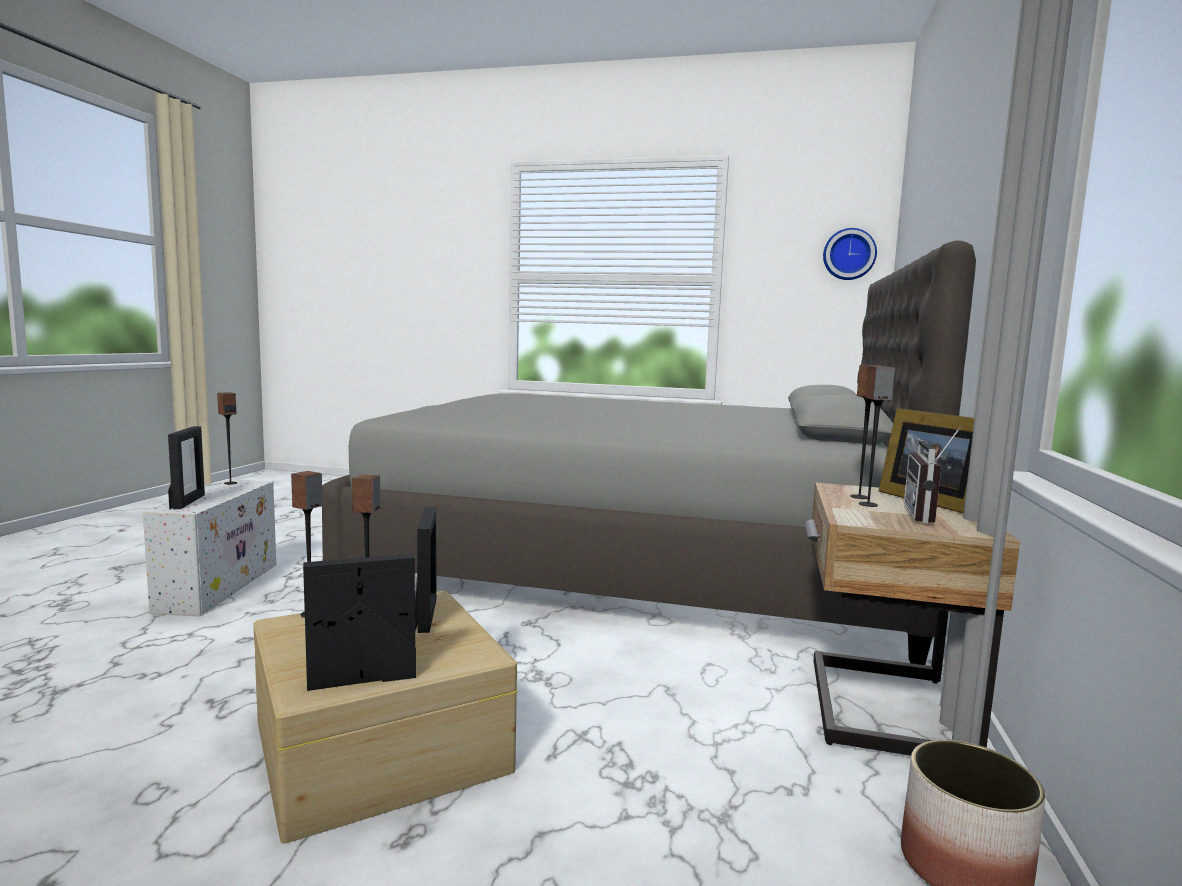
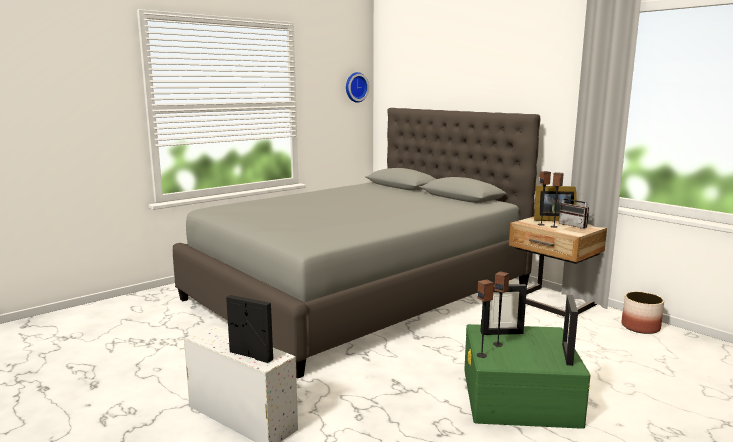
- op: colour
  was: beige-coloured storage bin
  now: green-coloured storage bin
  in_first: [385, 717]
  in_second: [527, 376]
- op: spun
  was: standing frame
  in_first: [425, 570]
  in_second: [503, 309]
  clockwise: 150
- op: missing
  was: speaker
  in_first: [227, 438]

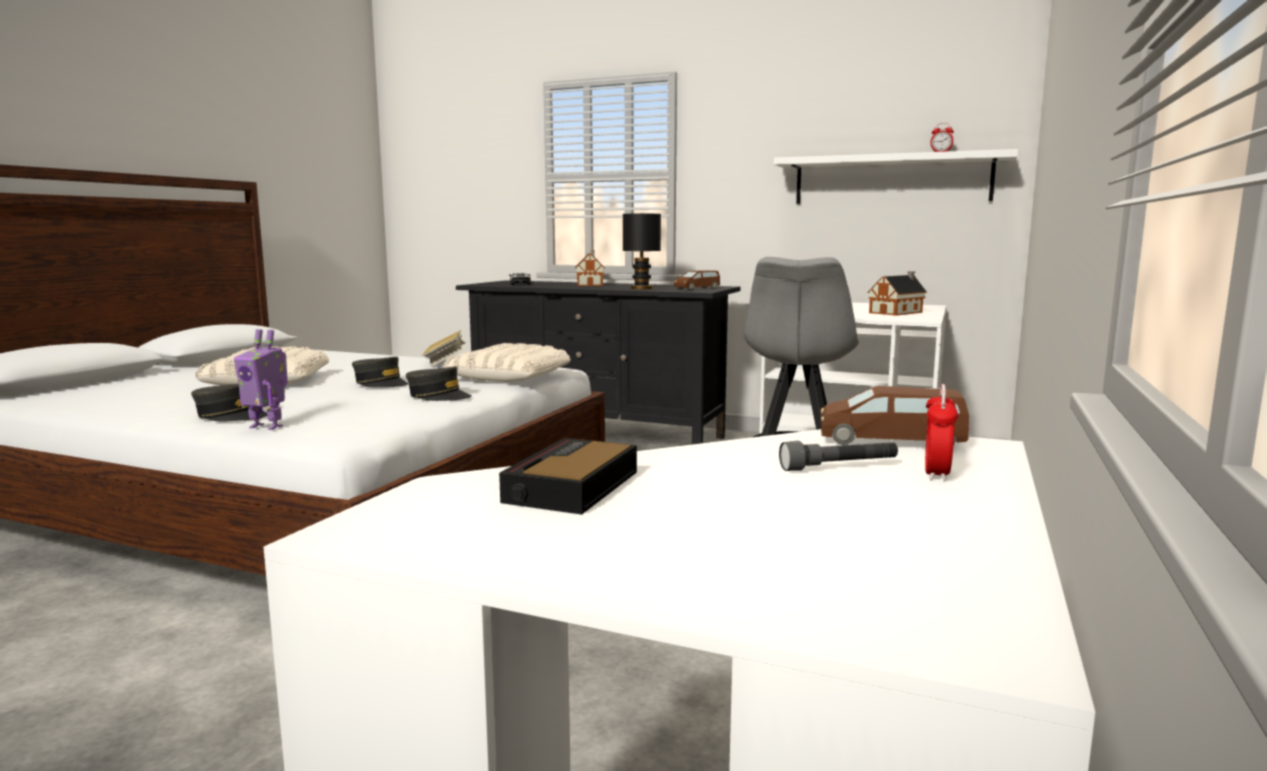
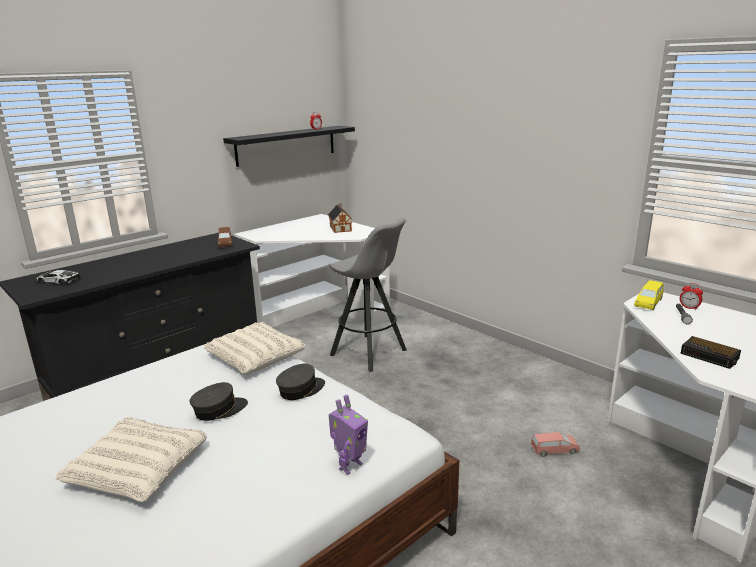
- op: colour
  was: white bracket shelf
  now: blackish bracket shelf
  in_first: [896, 176]
  in_second: [289, 146]
- op: appeared
  now: pinkish miniature car
  in_second: [555, 444]
- op: colour
  was: brown miniature car
  now: yellow-coloured miniature car
  in_first: [895, 416]
  in_second: [649, 295]
- op: missing
  was: greyish baseball cap
  in_first: [229, 402]
- op: missing
  was: book
  in_first: [443, 348]
- op: missing
  was: miniature house
  in_first: [590, 268]
- op: missing
  was: blackish tabletop lamp
  in_first: [642, 251]

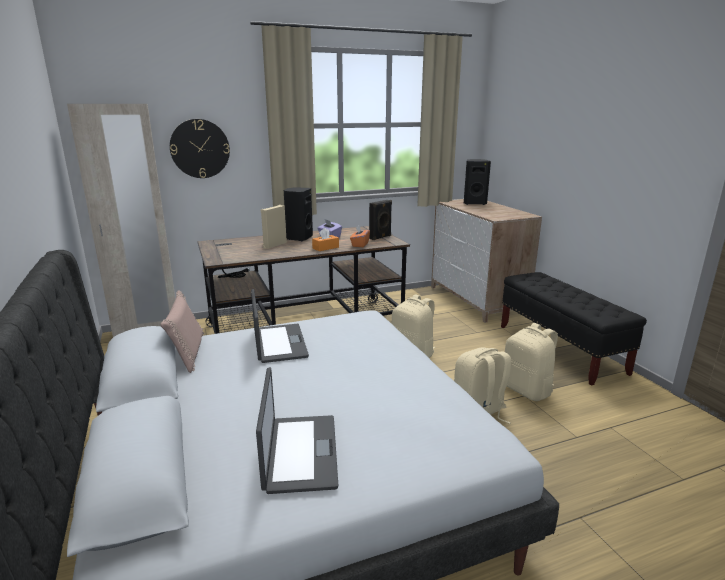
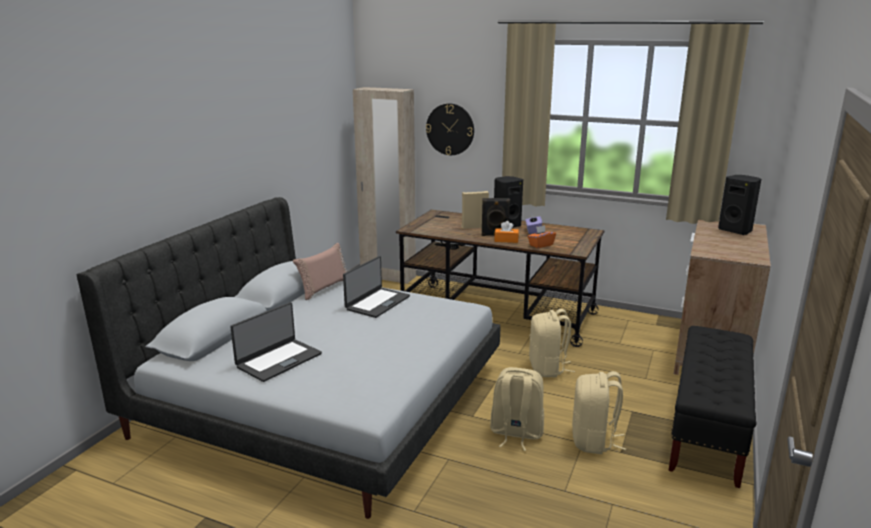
- op: relocated
  was: blackish speaker
  in_first: [380, 220]
  in_second: [496, 217]

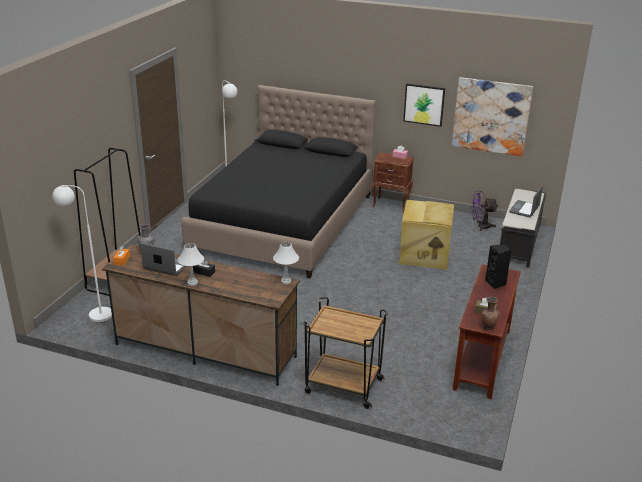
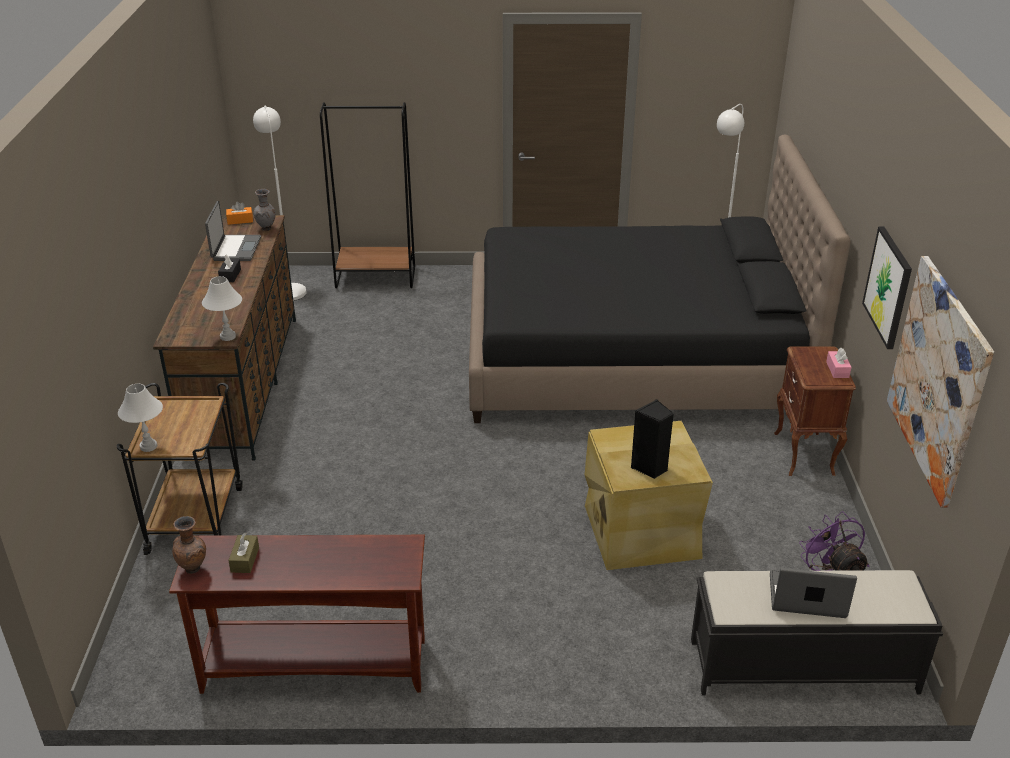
- op: relocated
  was: white tabletop lamp
  in_first: [191, 264]
  in_second: [140, 418]
- op: relocated
  was: blackish speaker
  in_first: [498, 266]
  in_second: [652, 439]

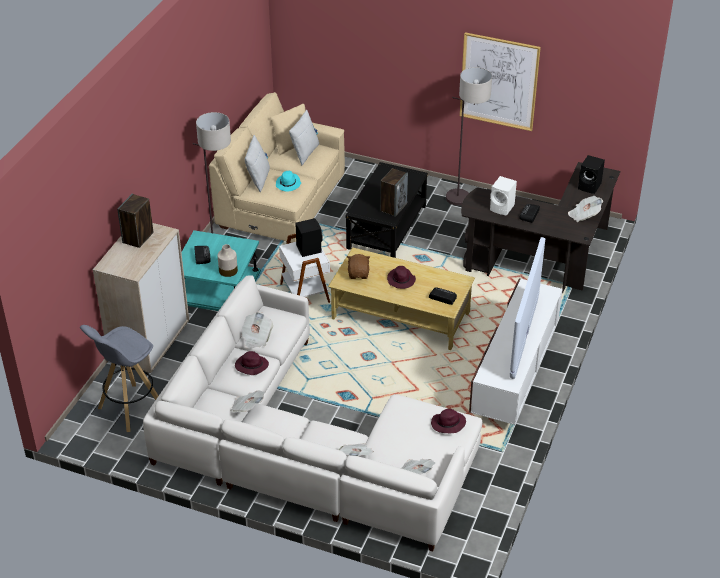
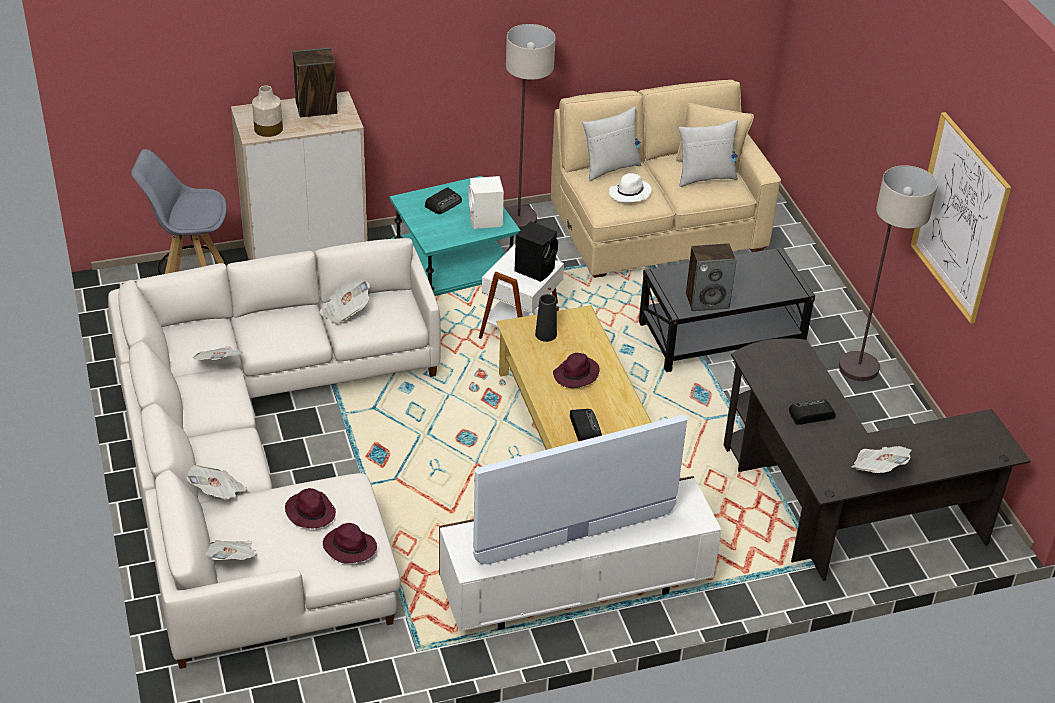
- op: relocated
  was: beige-coloured decorative vase
  in_first: [228, 260]
  in_second: [267, 111]
- op: relocated
  was: purplish hat
  in_first: [252, 363]
  in_second: [310, 508]
- op: relocated
  was: white speaker
  in_first: [503, 196]
  in_second: [486, 202]
- op: exchanged
  was: brown soft toy
  now: blackish decorative vase
  in_first: [358, 266]
  in_second: [546, 318]
- op: colour
  was: turquoise hat
  now: white hat
  in_first: [288, 181]
  in_second: [630, 188]
- op: missing
  was: blackish speaker
  in_first: [591, 174]

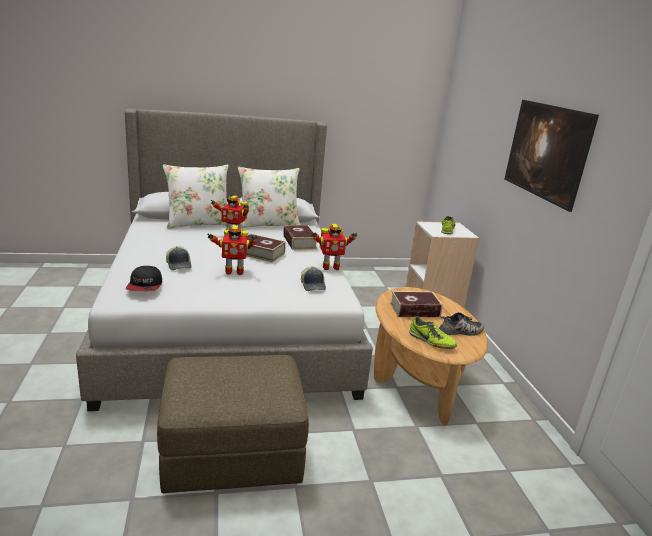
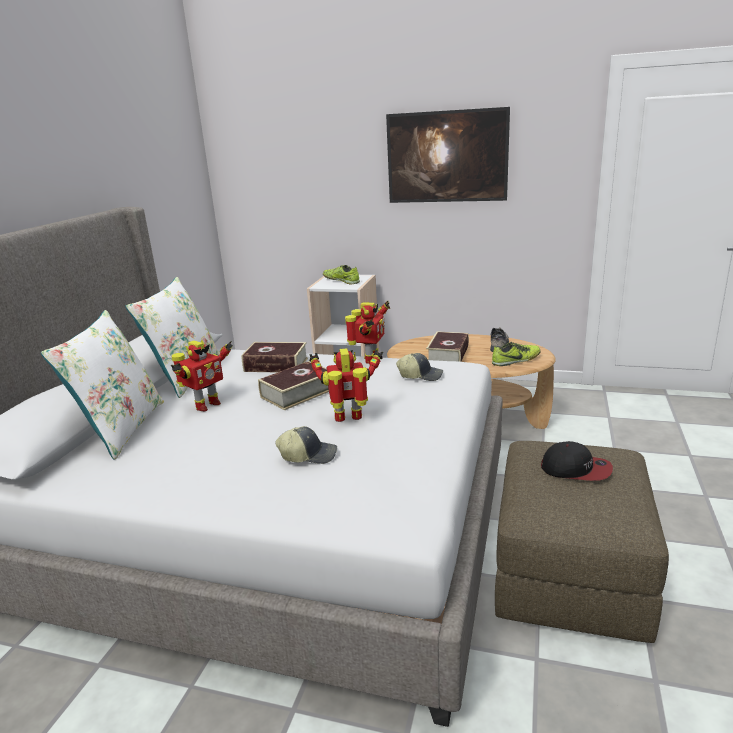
- op: spun
  was: robot figure
  in_first: [232, 250]
  in_second: [346, 385]
  clockwise: -120
- op: relocated
  was: baseball cap
  in_first: [144, 278]
  in_second: [577, 461]

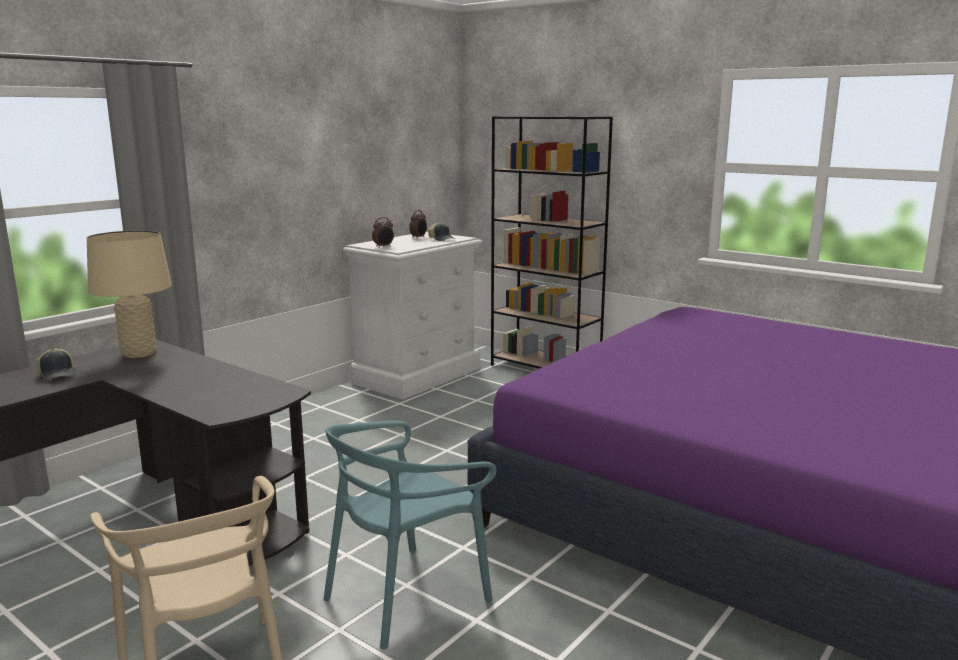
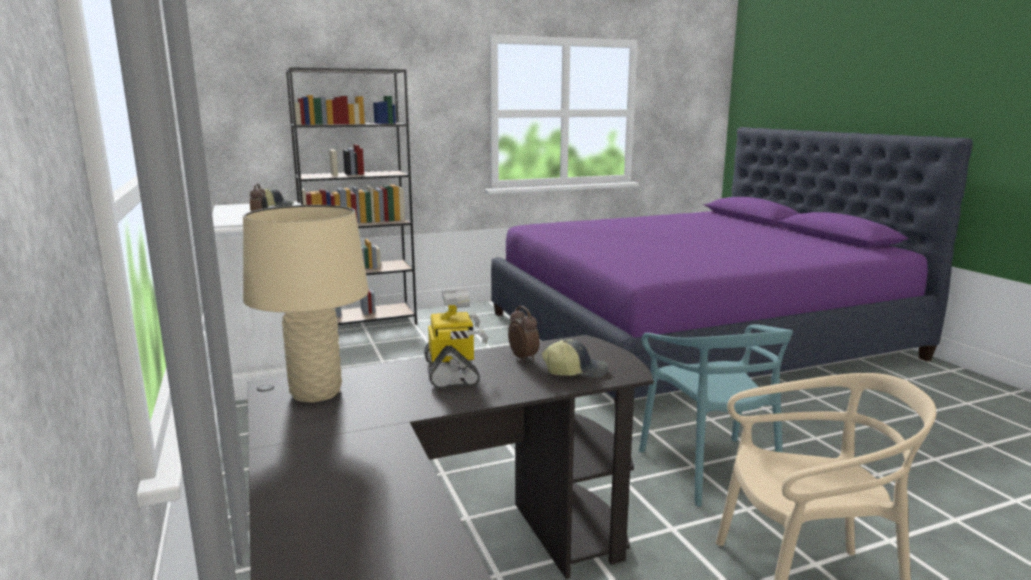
- op: appeared
  now: robot figure
  in_second: [456, 339]
- op: relocated
  was: bedside clock
  in_first: [418, 224]
  in_second: [524, 334]
- op: relocated
  was: baseball cap
  in_first: [56, 365]
  in_second: [575, 358]

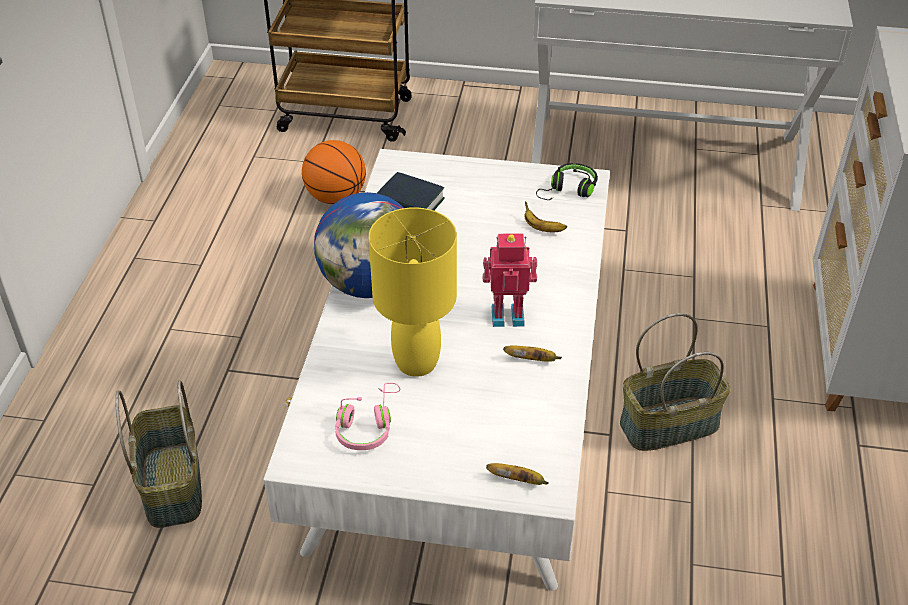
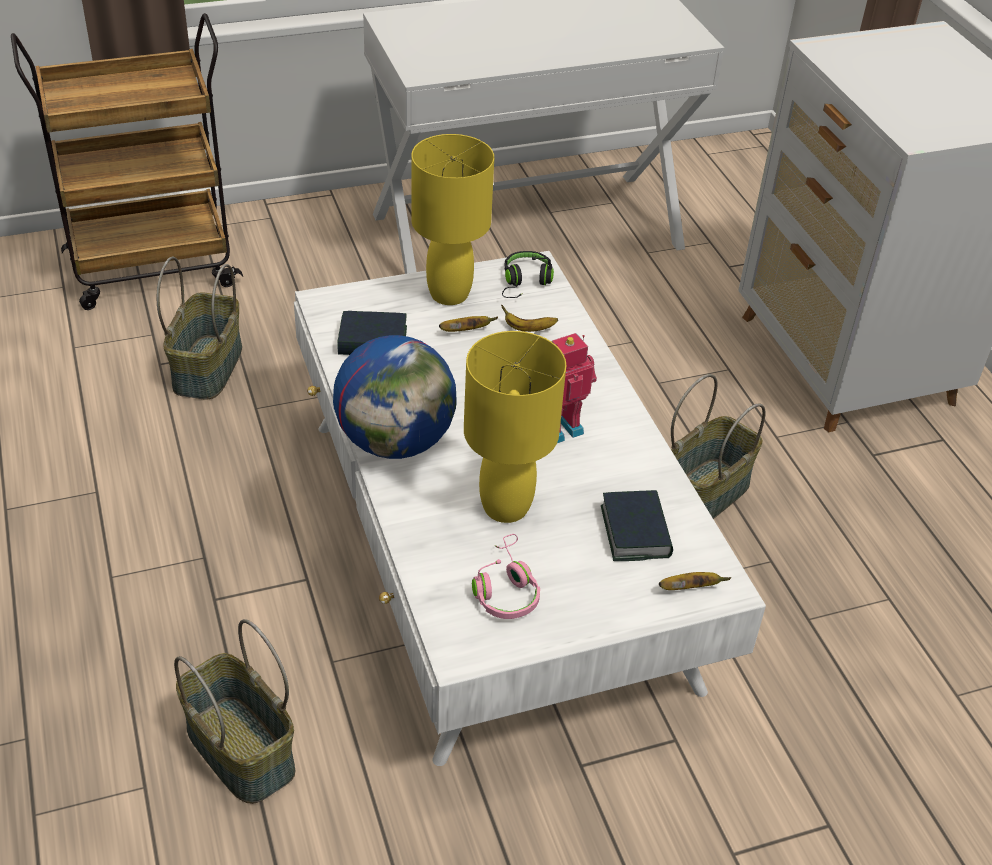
- op: exchanged
  was: basketball ball
  now: storage basket
  in_first: [334, 172]
  in_second: [199, 328]
- op: appeared
  now: yellow-coloured tabletop lamp
  in_second: [452, 219]
- op: relocated
  was: banana fruit
  in_first: [532, 353]
  in_second: [468, 324]
- op: appeared
  now: book
  in_second: [637, 525]

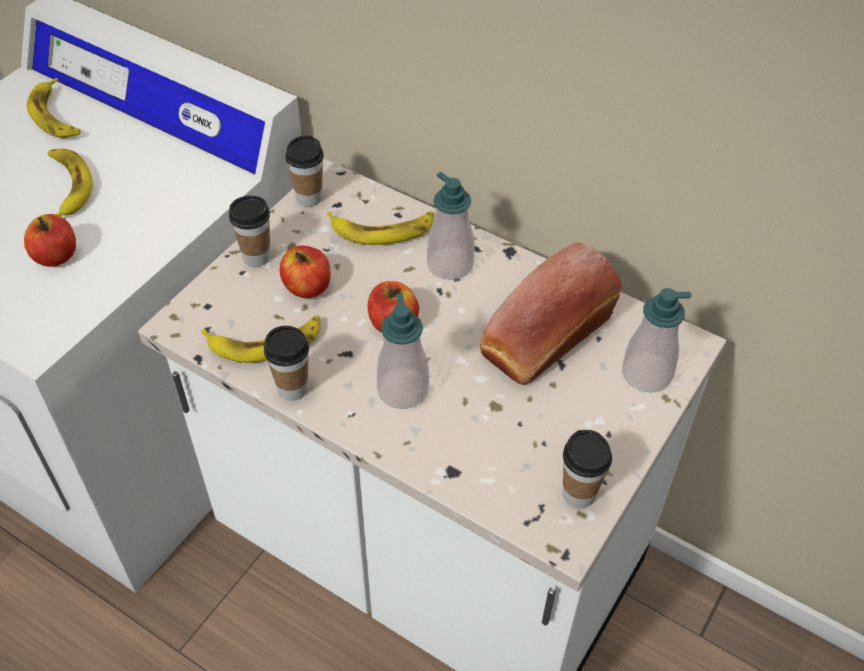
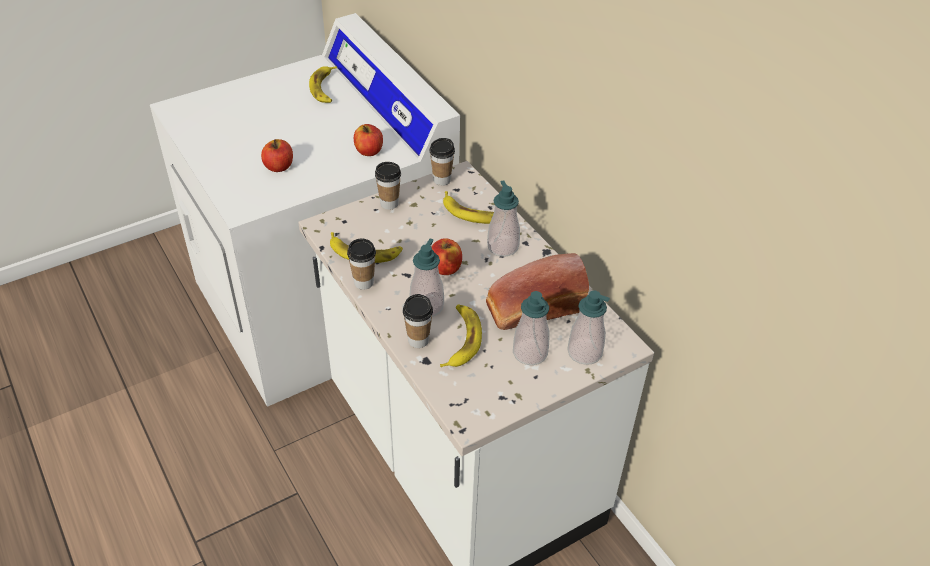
- op: relocated
  was: whole apple
  in_first: [305, 271]
  in_second: [368, 140]
- op: relocated
  was: cup
  in_first: [587, 469]
  in_second: [418, 321]
- op: relocated
  was: banana fruit
  in_first: [70, 182]
  in_second: [461, 336]
- op: appeared
  now: soap dispenser
  in_second: [531, 328]

